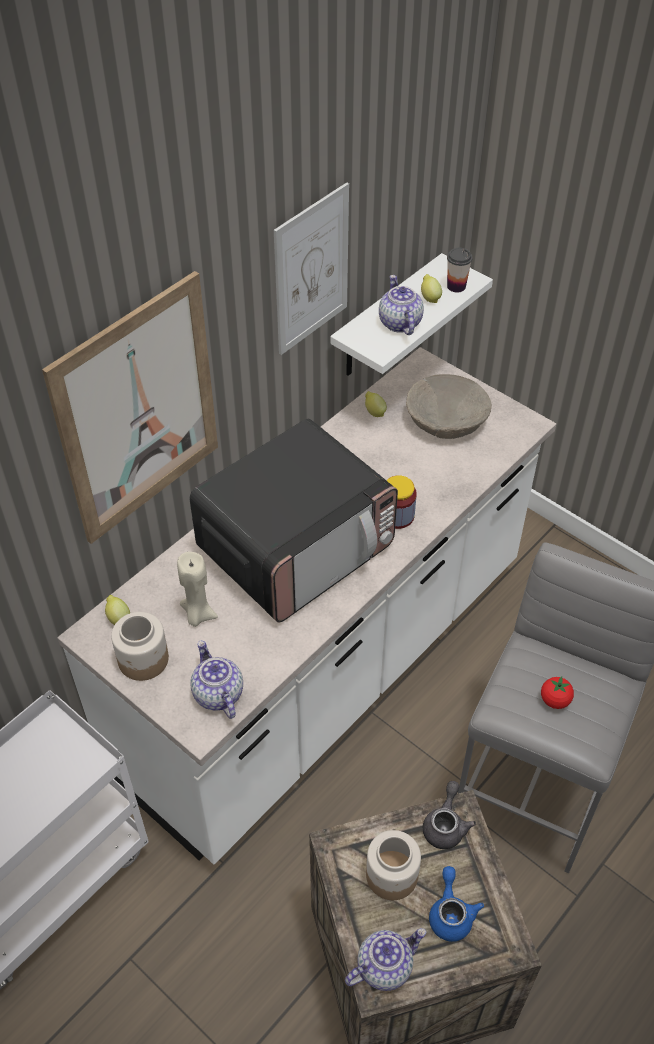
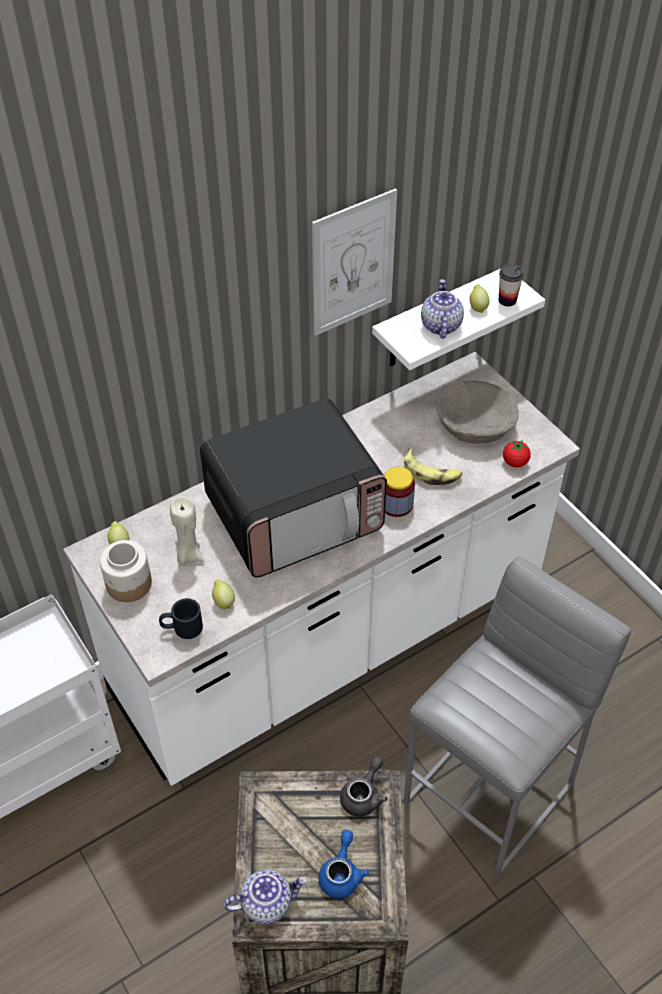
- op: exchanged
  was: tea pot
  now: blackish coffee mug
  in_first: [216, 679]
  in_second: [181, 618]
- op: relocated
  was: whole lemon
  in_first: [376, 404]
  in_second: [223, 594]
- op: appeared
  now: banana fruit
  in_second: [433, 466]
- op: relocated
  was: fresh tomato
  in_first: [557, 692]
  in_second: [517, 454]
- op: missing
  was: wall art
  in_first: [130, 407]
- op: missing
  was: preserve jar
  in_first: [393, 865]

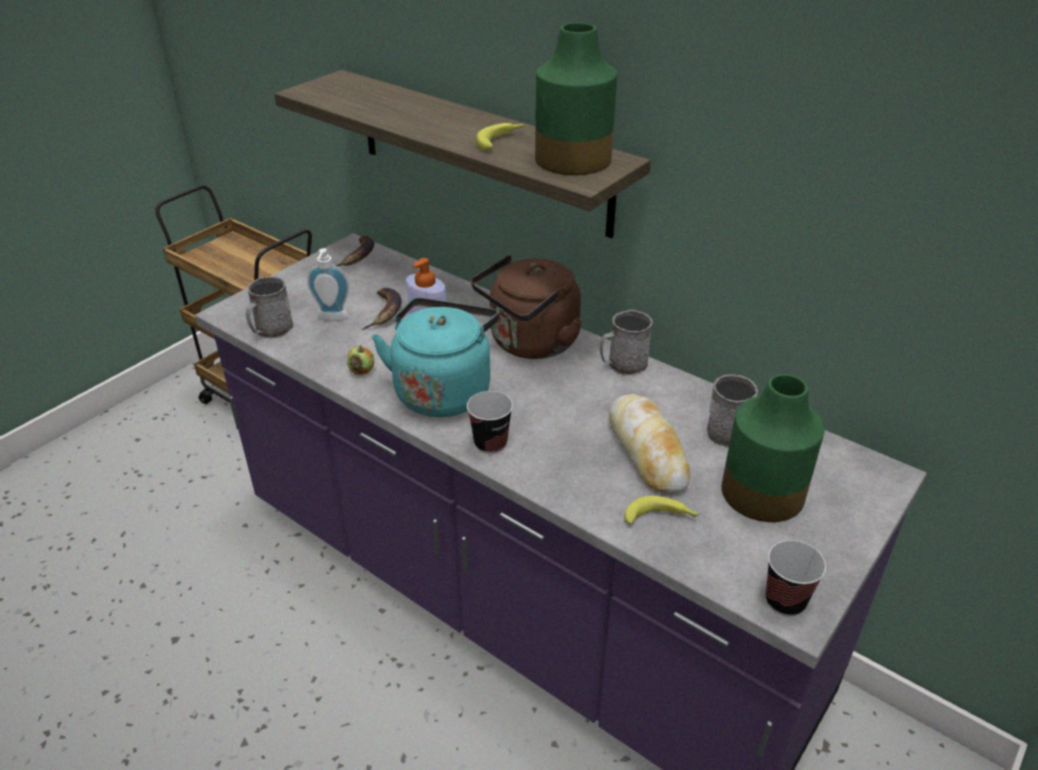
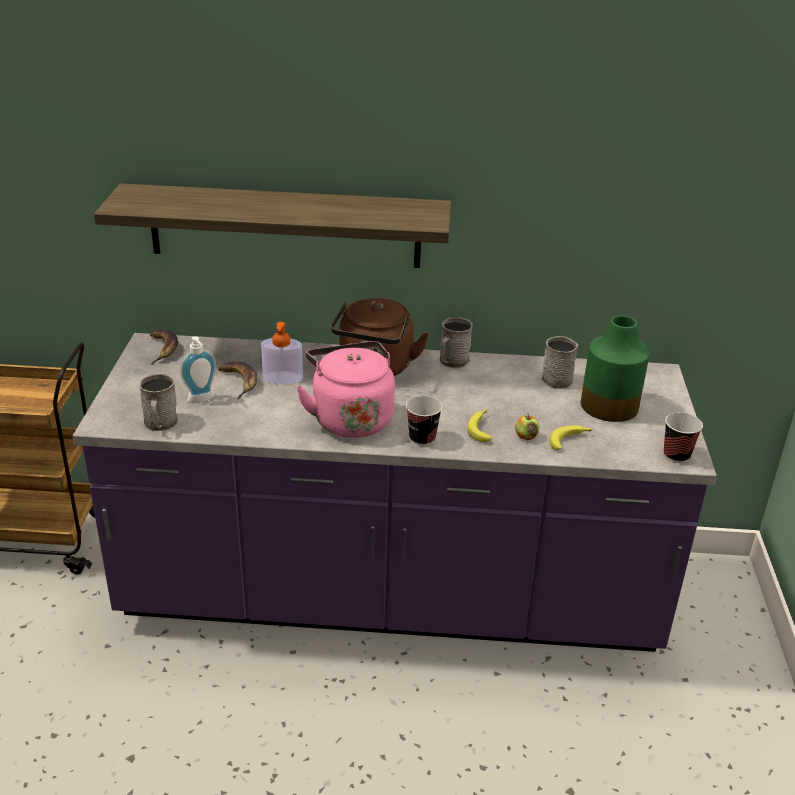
- op: colour
  was: turquoise kettle
  now: pinkish kettle
  in_first: [435, 357]
  in_second: [345, 389]
- op: relocated
  was: banana fruit
  in_first: [500, 137]
  in_second: [479, 425]
- op: relocated
  was: whole apple
  in_first: [360, 360]
  in_second: [527, 427]
- op: missing
  was: green-coloured decorative vase
  in_first: [576, 99]
- op: missing
  was: baked bread
  in_first: [650, 443]

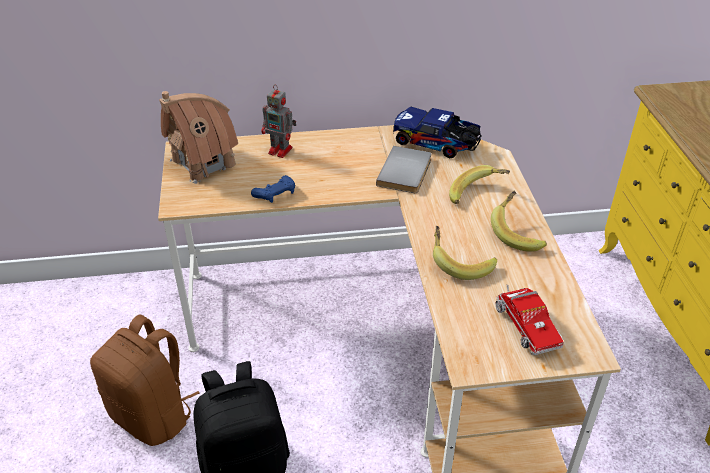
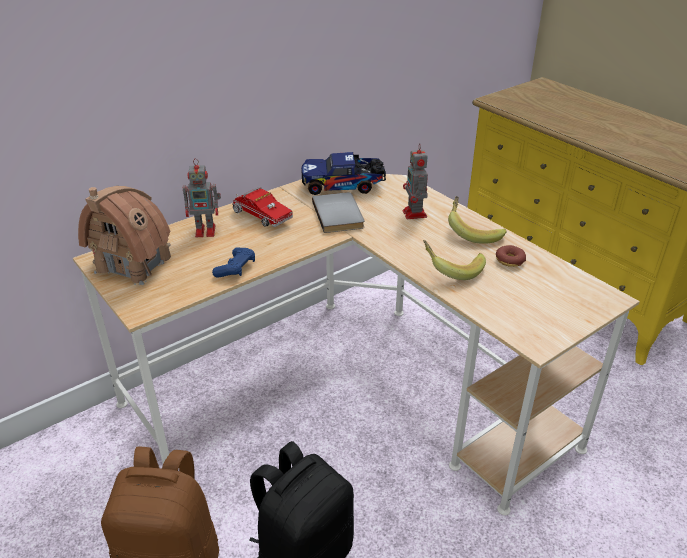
- op: relocated
  was: toy lorry
  in_first: [530, 320]
  in_second: [262, 207]
- op: exchanged
  was: banana fruit
  now: robot figure
  in_first: [479, 184]
  in_second: [415, 181]
- op: appeared
  now: donut
  in_second: [511, 256]

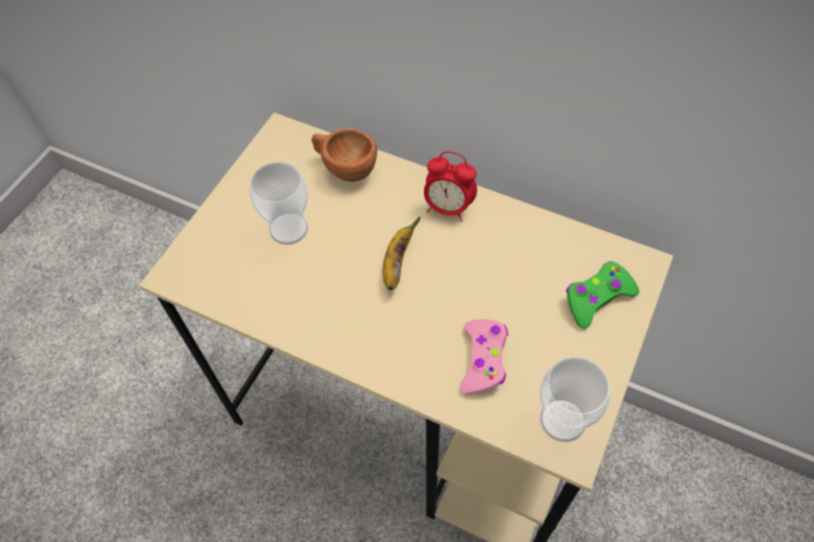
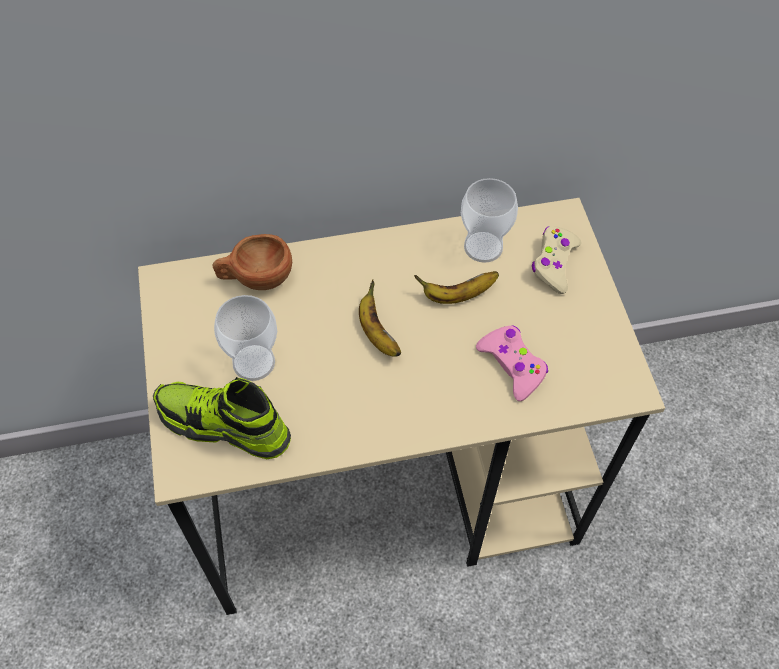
- op: appeared
  now: item of footwear
  in_second: [222, 418]
- op: appeared
  now: banana fruit
  in_second: [456, 287]
- op: relocated
  was: cup
  in_first: [575, 399]
  in_second: [489, 220]
- op: colour
  was: green-coloured joypad
  now: beige-coloured joypad
  in_first: [602, 295]
  in_second: [556, 260]
- op: missing
  was: bedside clock
  in_first: [450, 186]

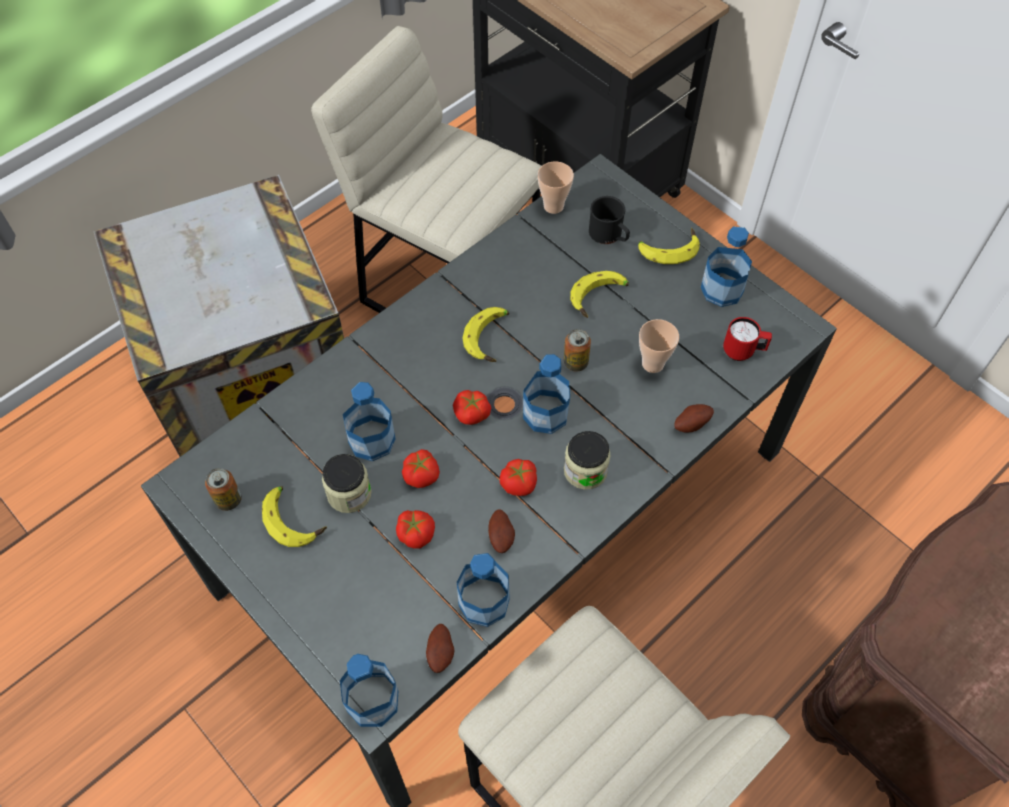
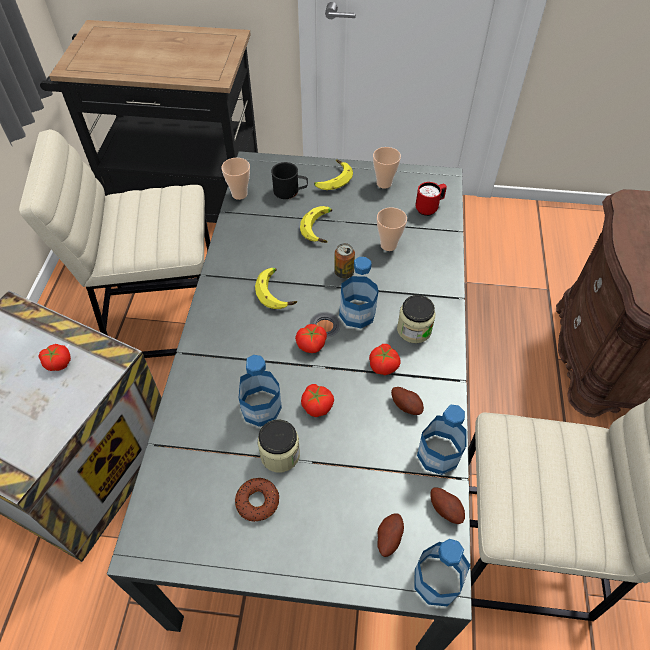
- op: relocated
  was: fresh tomato
  in_first: [415, 529]
  in_second: [55, 357]
- op: exchanged
  was: banana fruit
  now: donut
  in_first: [294, 516]
  in_second: [257, 500]
- op: exchanged
  was: beverage bottle
  now: cup
  in_first: [726, 267]
  in_second: [387, 168]
- op: relocated
  was: spud
  in_first: [694, 418]
  in_second: [390, 535]
- op: missing
  was: metal can
  in_first: [223, 489]

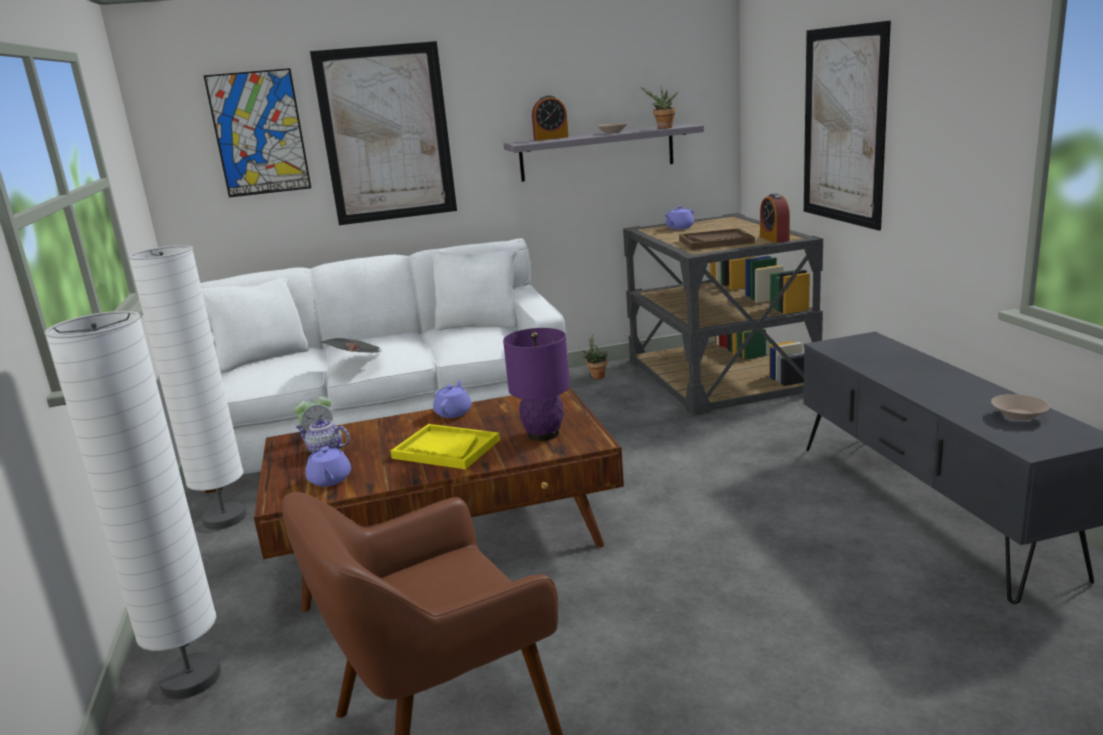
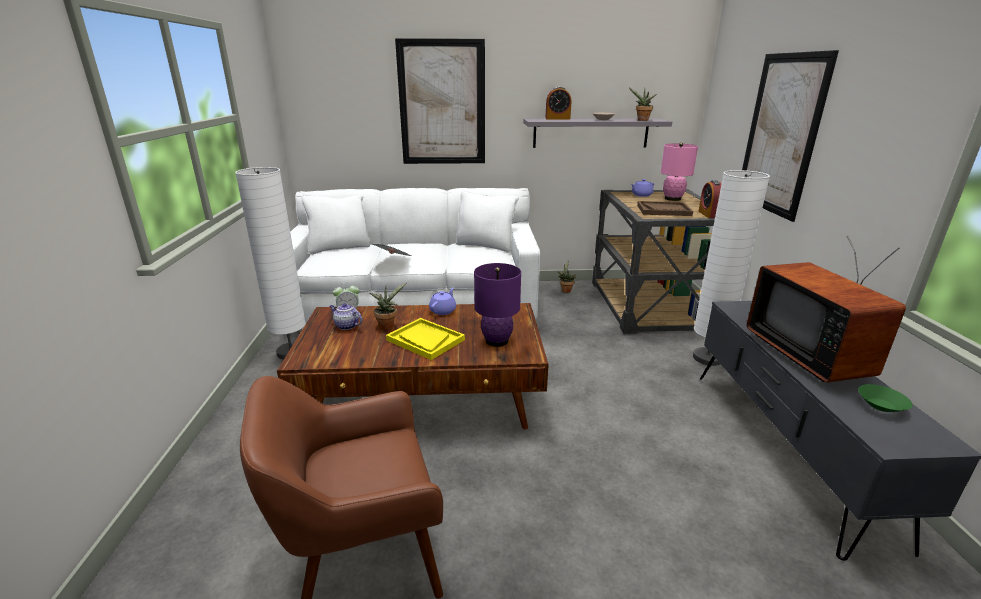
- op: appeared
  now: plant in a pot
  in_second: [388, 306]
- op: appeared
  now: pinkish tabletop lamp
  in_second: [679, 172]
- op: relocated
  was: white standing lamp
  in_first: [133, 505]
  in_second: [731, 268]
- op: appeared
  now: TV
  in_second: [826, 309]
- op: colour
  was: beige-coloured deep dish
  now: green-coloured deep dish
  in_first: [1020, 407]
  in_second: [885, 398]
- op: missing
  was: wall art
  in_first: [257, 132]
- op: missing
  was: purplish tea pot
  in_first: [328, 466]

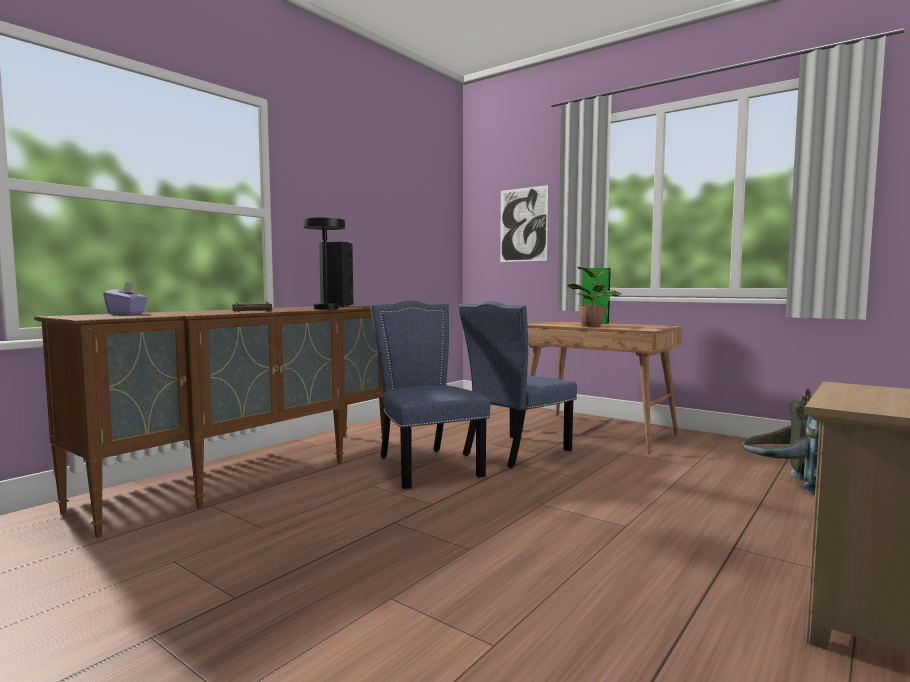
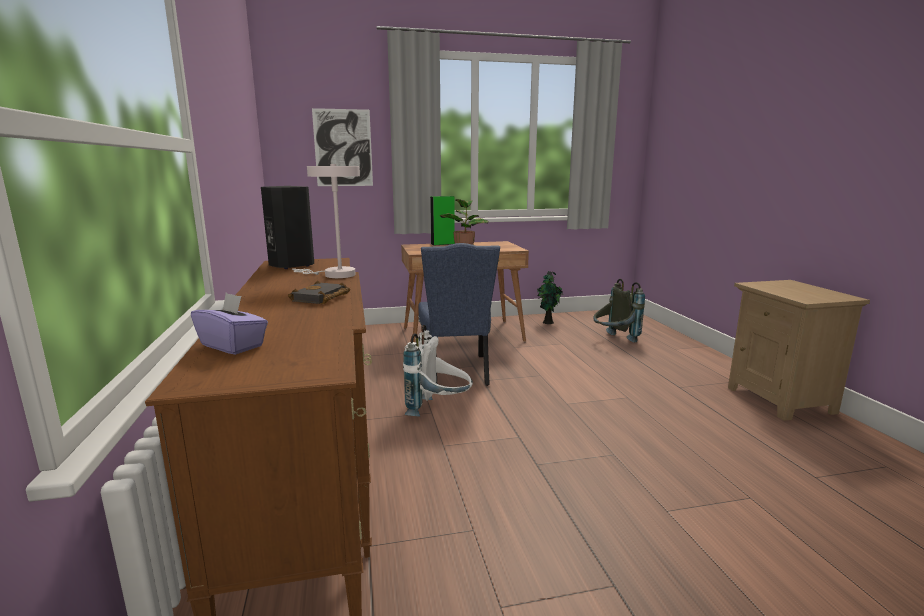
- op: colour
  was: blackish tabletop lamp
  now: white tabletop lamp
  in_first: [324, 263]
  in_second: [326, 221]
- op: exchanged
  was: blue-coloured plain chair
  now: white knapsack
  in_first: [430, 395]
  in_second: [438, 371]
- op: appeared
  now: plant in a pot
  in_second: [550, 297]

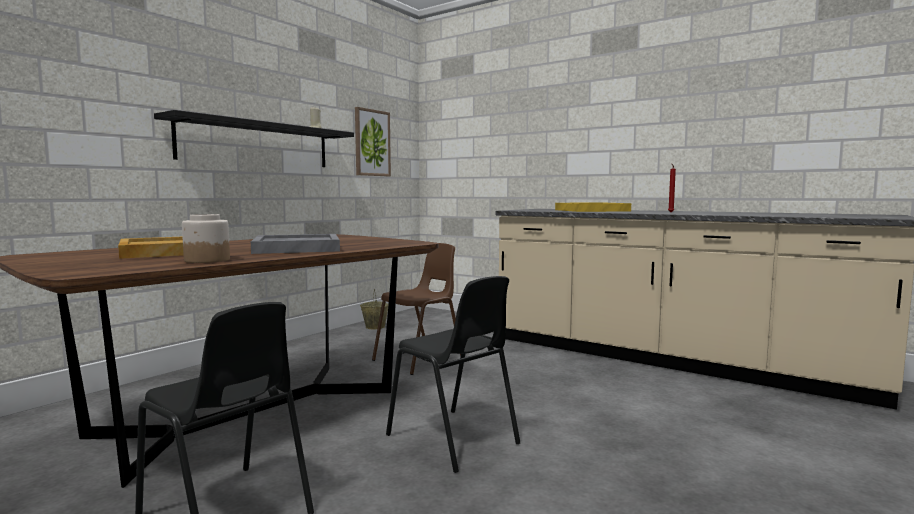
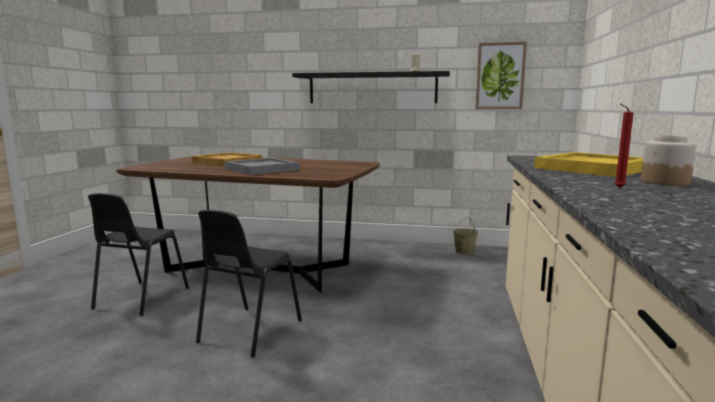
- op: relocated
  was: preserve jar
  in_first: [206, 238]
  in_second: [668, 160]
- op: missing
  was: brown plain chair
  in_first: [416, 309]

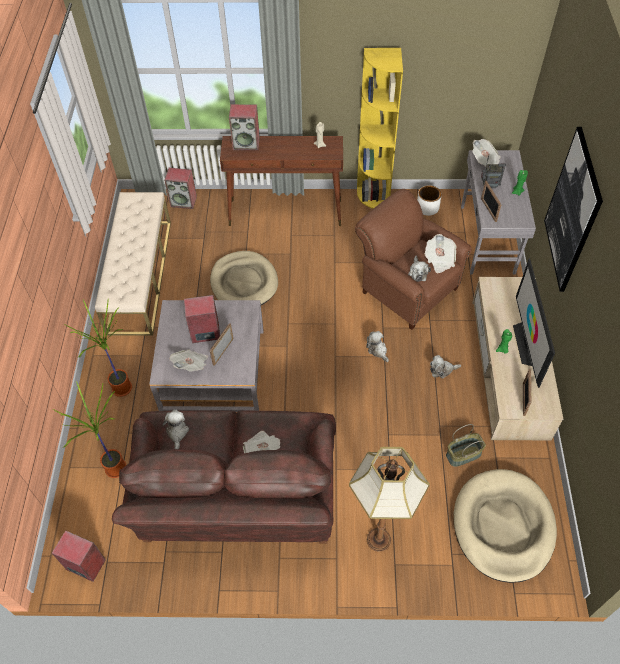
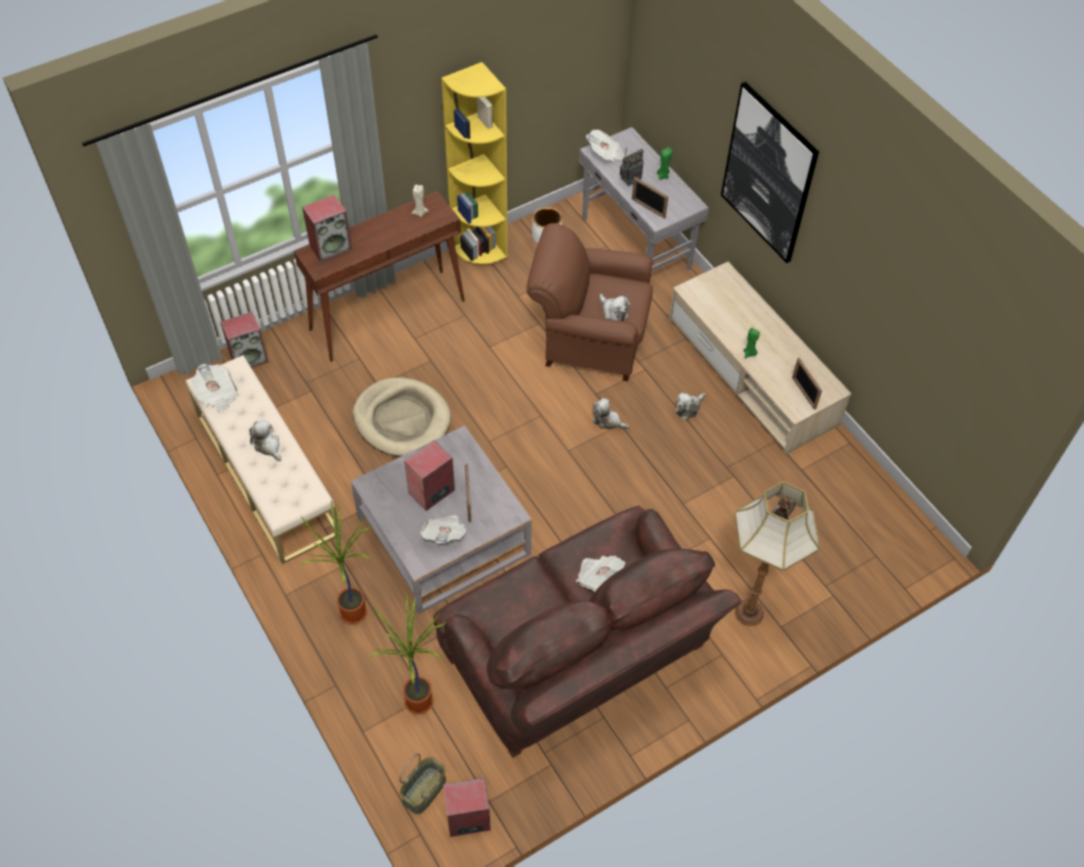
- op: relocated
  was: printed paper
  in_first: [441, 253]
  in_second: [215, 388]
- op: relocated
  was: soft toy
  in_first: [176, 429]
  in_second: [265, 440]
- op: relocated
  was: storage basket
  in_first: [466, 445]
  in_second: [422, 783]
- op: missing
  was: beige-coloured dog cushion
  in_first: [505, 526]
- op: missing
  was: TV
  in_first: [534, 323]

